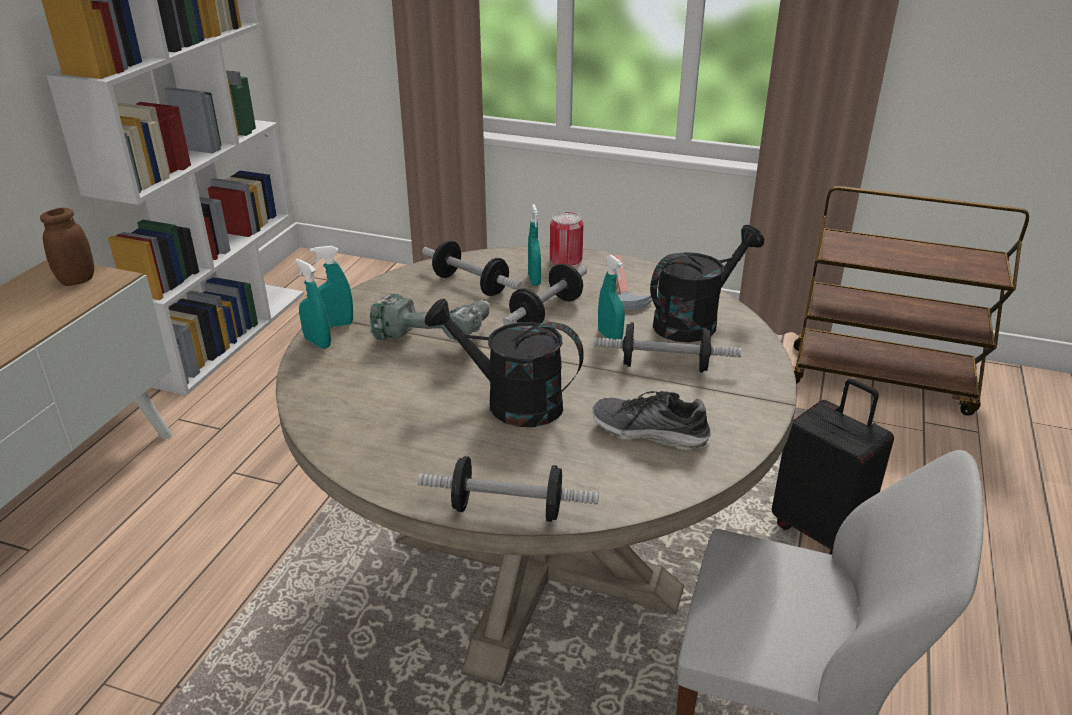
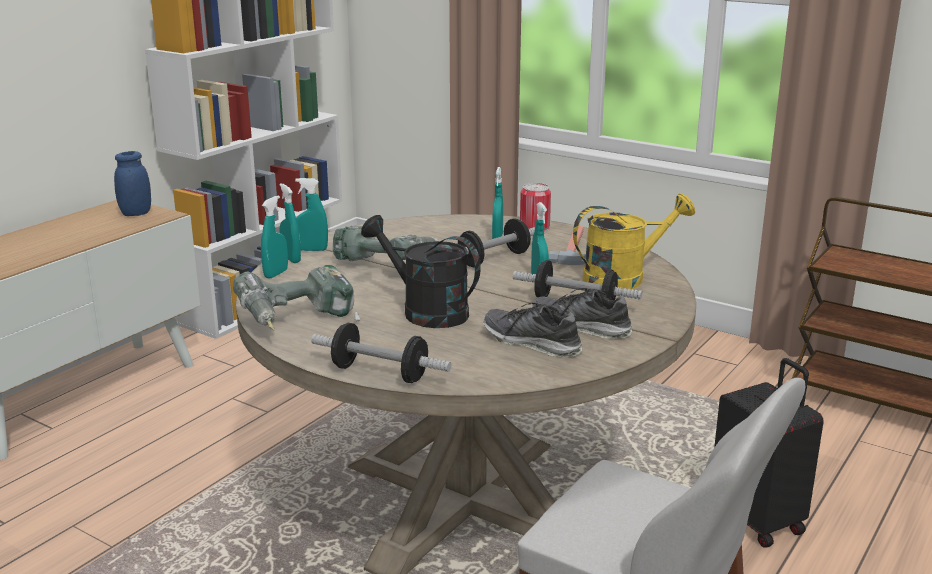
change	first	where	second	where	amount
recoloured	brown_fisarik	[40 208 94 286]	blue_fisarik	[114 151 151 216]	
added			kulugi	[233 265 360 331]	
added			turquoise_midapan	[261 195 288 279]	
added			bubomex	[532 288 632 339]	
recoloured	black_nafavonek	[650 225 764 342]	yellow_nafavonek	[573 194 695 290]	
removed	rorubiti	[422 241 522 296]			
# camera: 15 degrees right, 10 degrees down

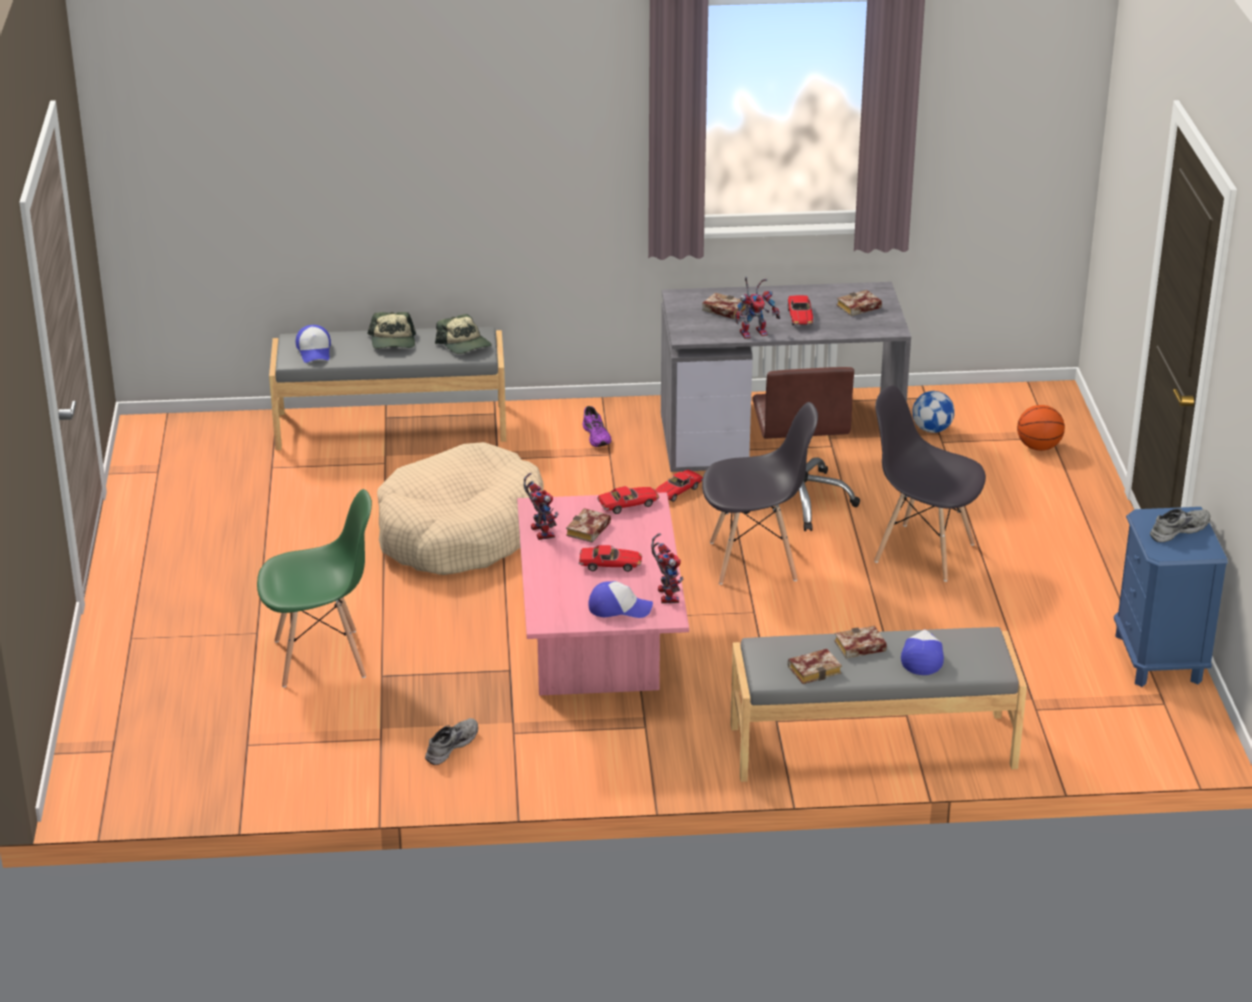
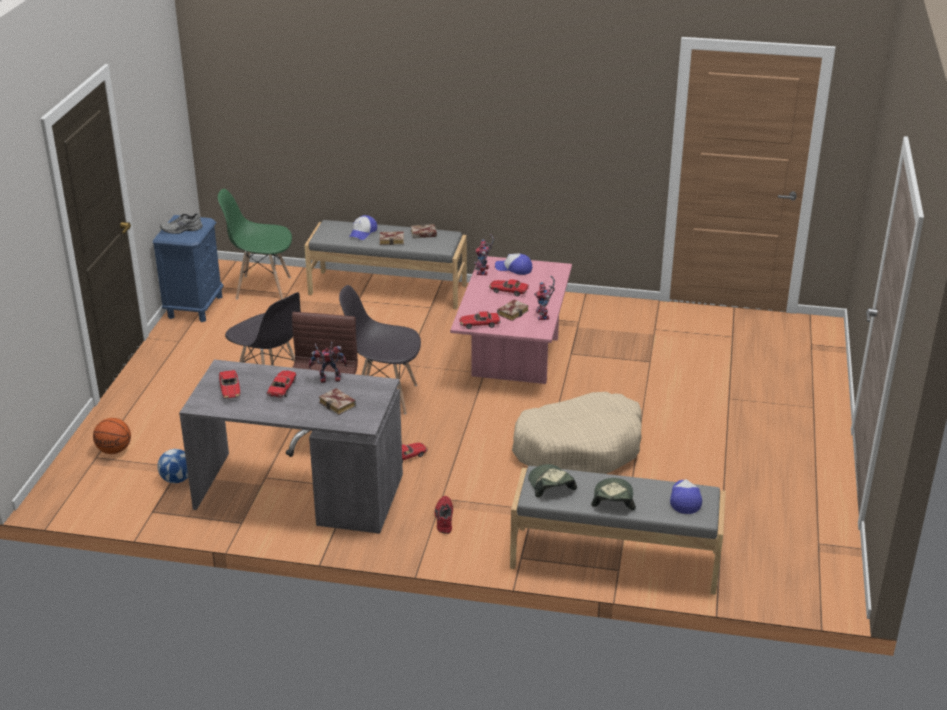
change	first	where	second	where	amount
moved	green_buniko	[257 489 372 687]		[218 189 292 300]	
replaced	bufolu	[837 290 882 316]	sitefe	[219 370 240 399]	
recoloured	purple_bubomex	[582 406 611 447]	red_bubomex	[434 496 453 534]	
removed	grey_bubomex	[425 718 478 765]			
# camera: 165 degrees left, 0 degrees up

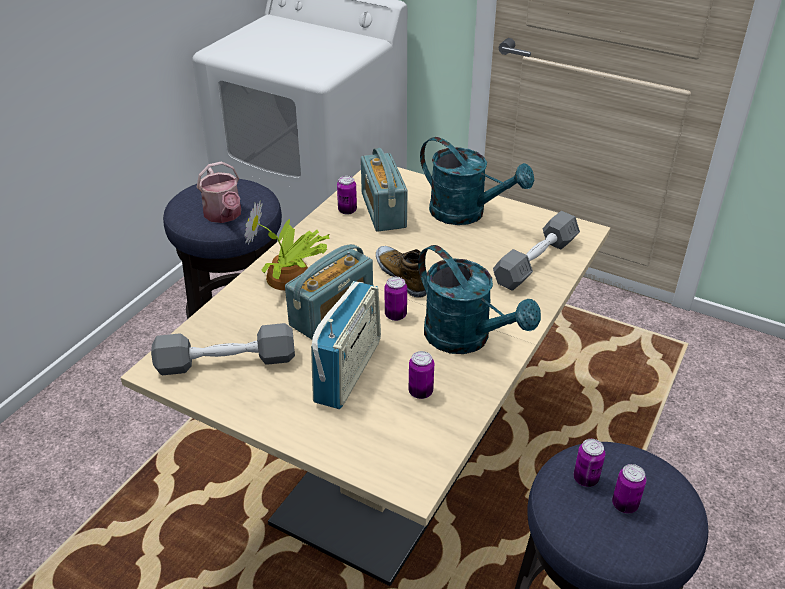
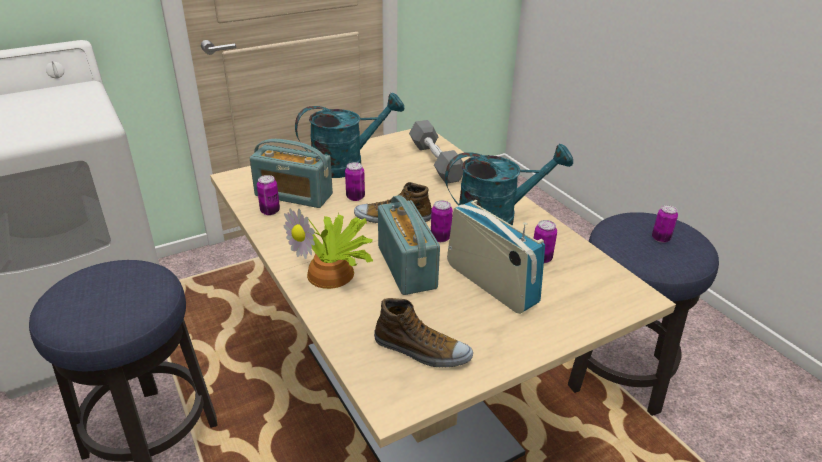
change	first	where	second	where	amount
moved	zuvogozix	[573 439 605 487]		[345 162 365 201]	
replaced	grey_rorubiti	[151 323 295 375]	bubomex	[374 298 473 367]	
removed	nafavonek	[197 161 241 223]			
# camera: 60 degrees left, 5 degrees down

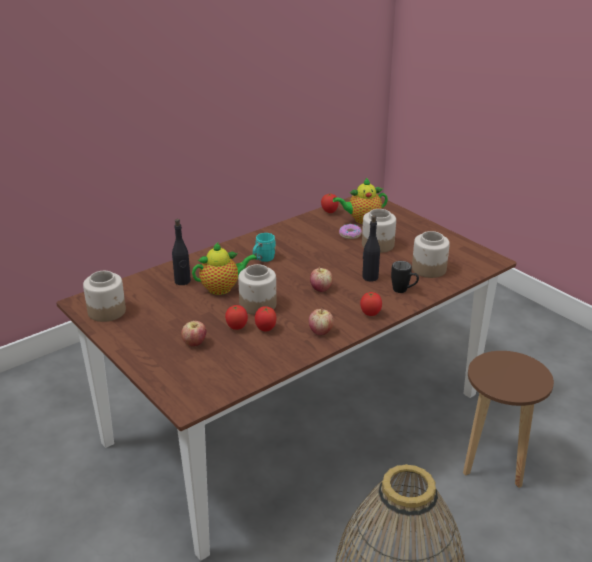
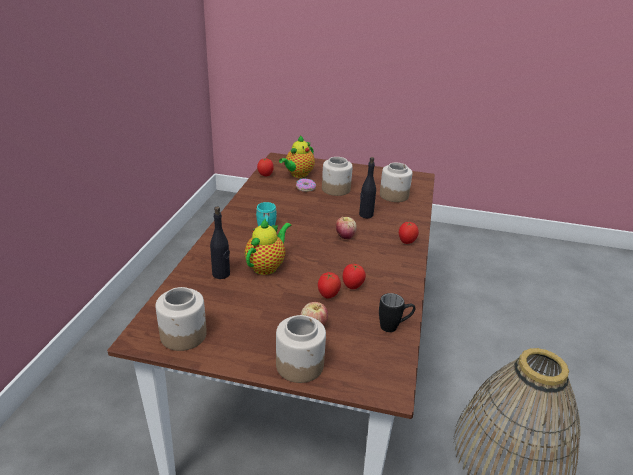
change	first	where	second	where	amount
moved	fisarik	[238 264 277 315]		[276 315 326 383]	
moved	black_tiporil	[391 261 419 293]		[379 293 415 332]	
removed	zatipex	[309 308 333 335]			
removed	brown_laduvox	[463 351 554 488]			
# camera: 40 degrees left, 0 degrees up

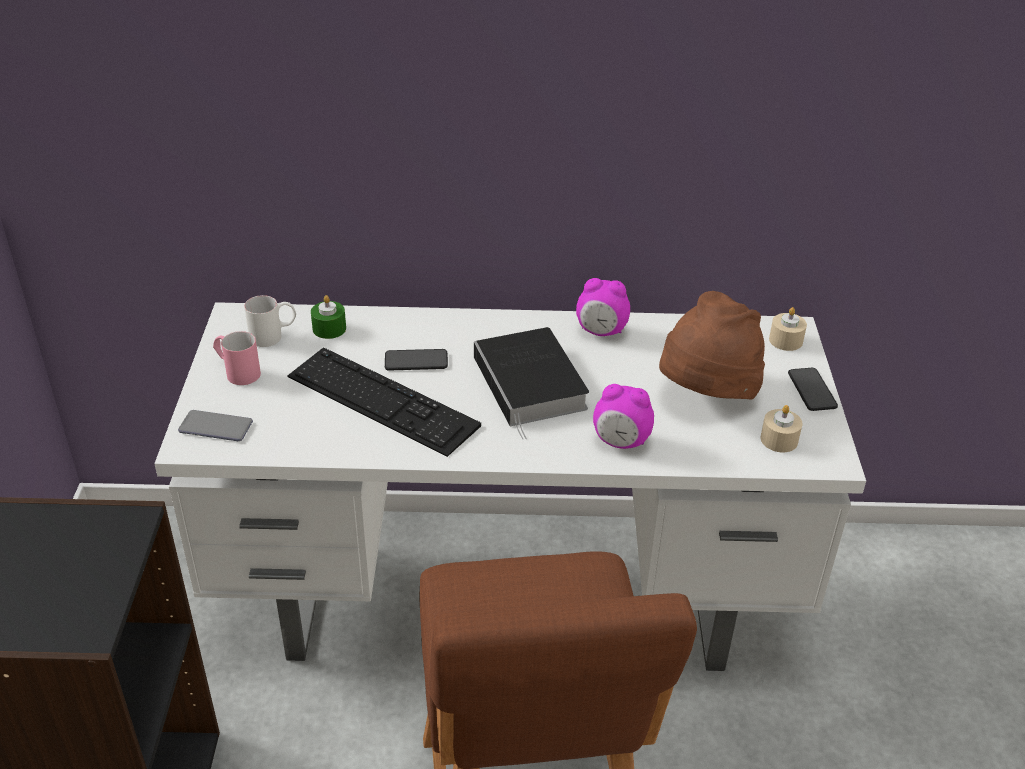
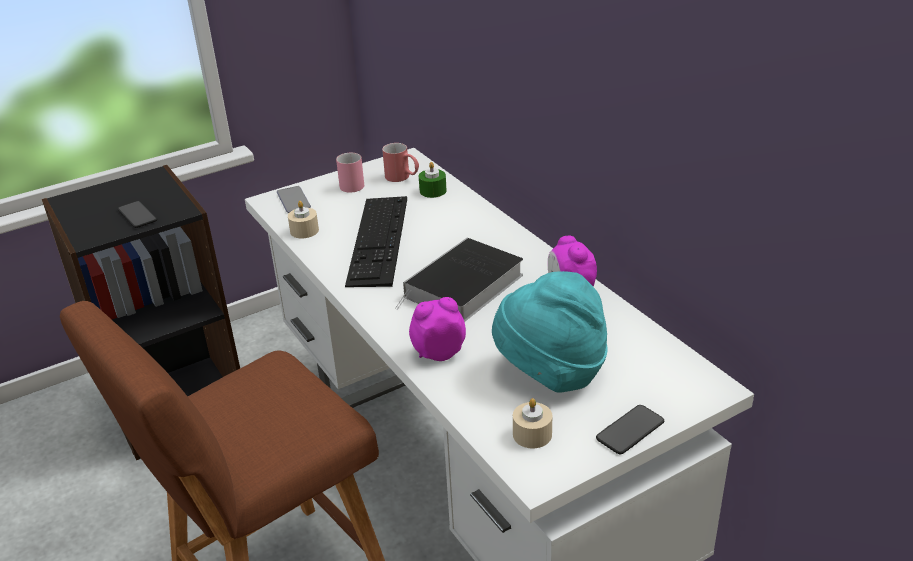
change	first	where	second	where	amount
moved	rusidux	[385 349 448 371]		[118 201 157 228]	
moved	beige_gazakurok	[769 307 807 351]		[288 201 319 238]	
recoloured	white_tiporil	[244 295 296 347]	red_tiporil	[382 143 419 182]	
turned	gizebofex	[593 384 654 449]		[409 297 466 361]	90 degrees clockwise
recoloured	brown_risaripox	[659 291 765 399]	turquoise_risaripox	[492 271 608 393]	
# camera: 60 degrees right, 5 degrees down

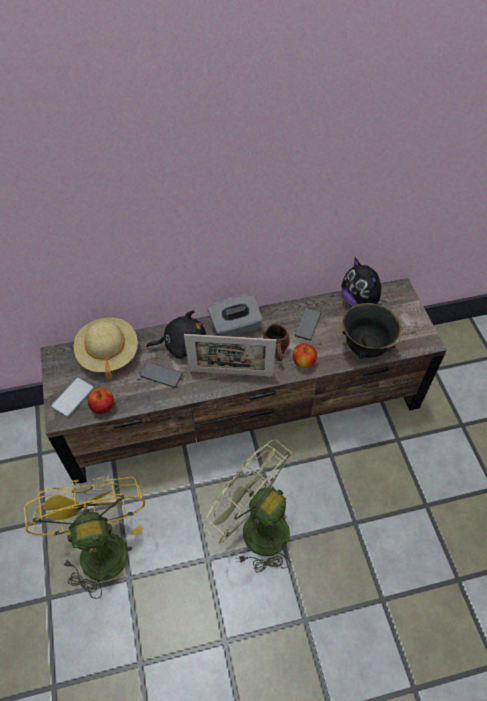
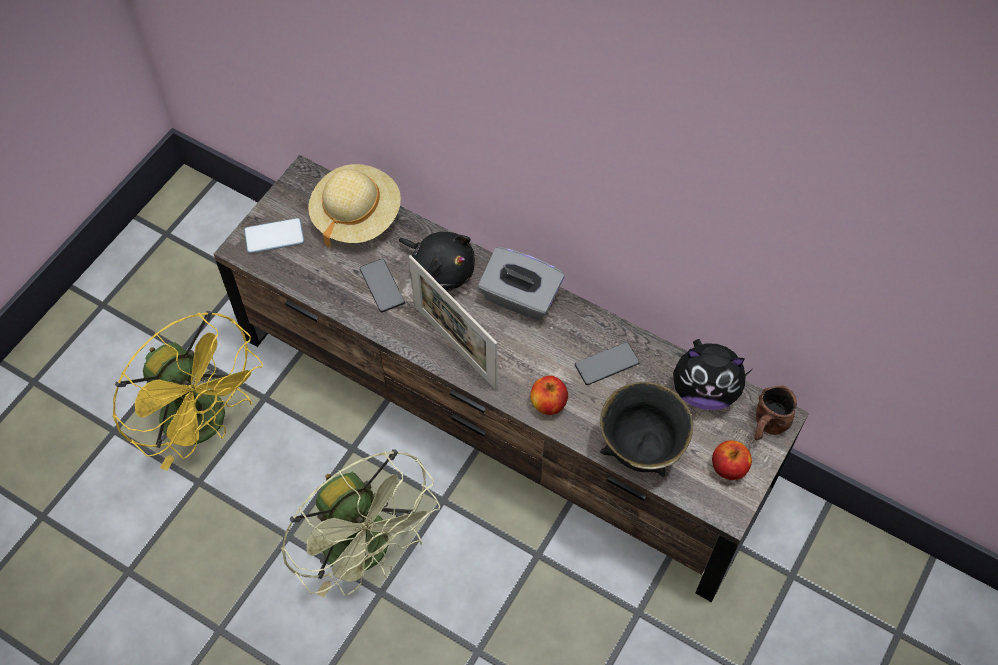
change	first	where	second	where	amount
turned	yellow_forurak	[24 475 145 599]		[112 311 263 470]	105 degrees clockwise
turned	green_forurak	[204 440 293 573]		[281 449 440 598]	150 degrees clockwise
turned	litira	[341 258 388 307]		[673 339 751 410]	90 degrees counterclockwise
moved	zatipex	[88 388 114 414]		[712 440 752 480]	
moved	brown_tiporil	[263 324 290 361]		[754 385 797 440]	
# camera: 45 degrees right, 5 degrees up

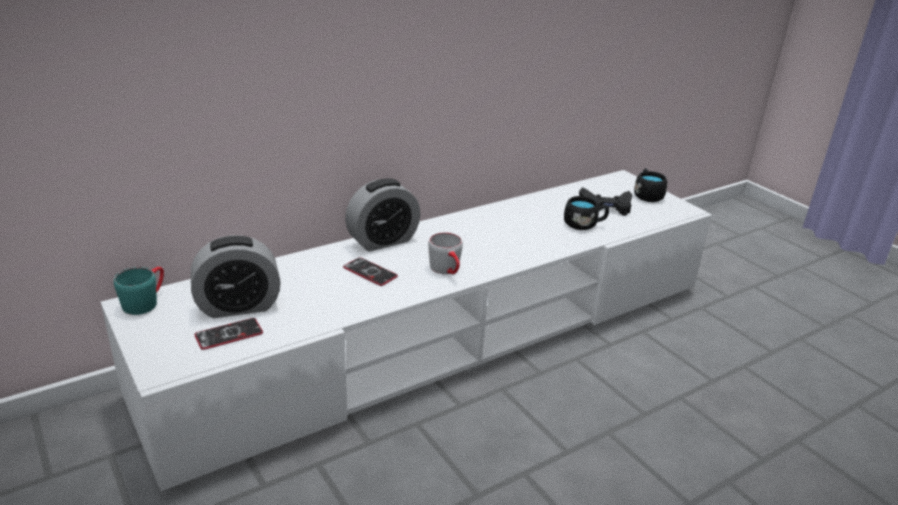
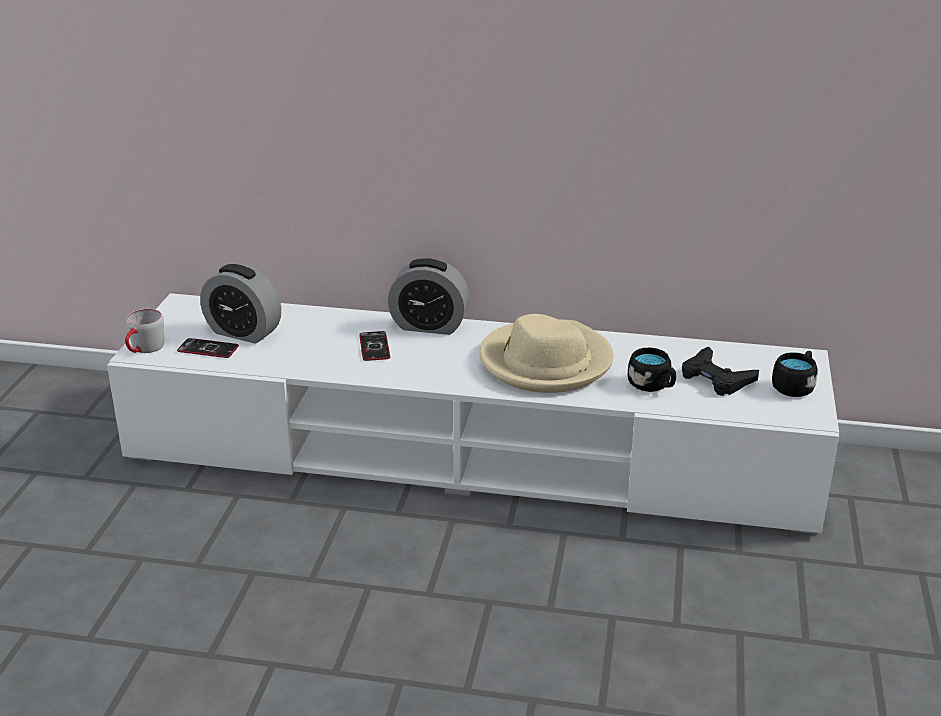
change	first	where	second	where	amount
moved	grey_tiporil	[428 232 463 274]		[125 309 164 353]	
added			beige_risaripox	[479 314 614 393]	
removed	turquoise_tiporil	[114 267 164 315]			
# camera: 45 degrees right, 0 degrees up

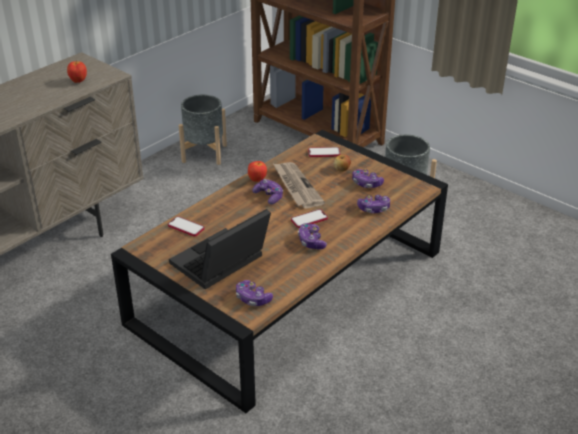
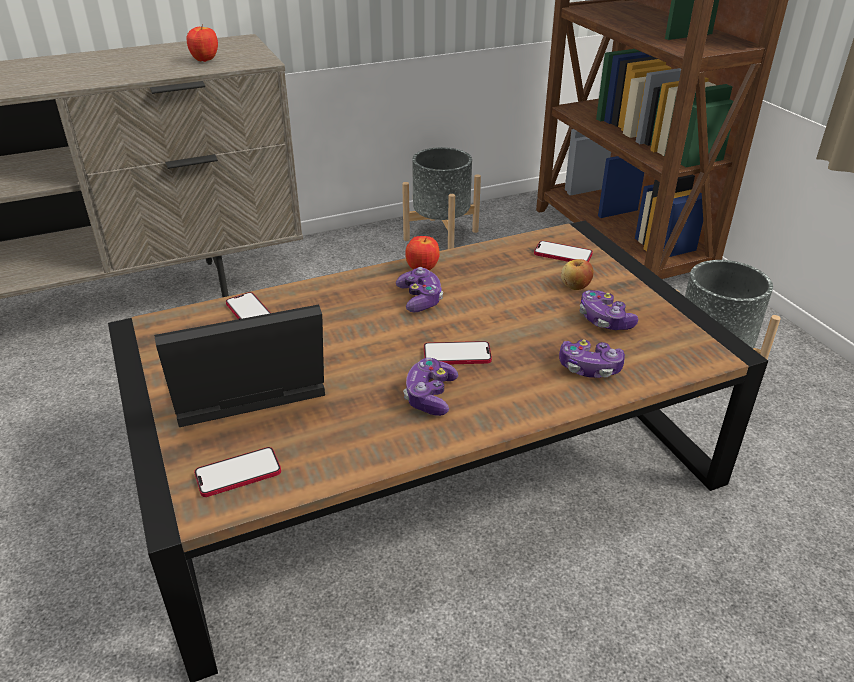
change	first	where	second	where	amount
replaced	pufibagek	[236 280 273 306]	rusidux	[194 447 281 497]	
removed	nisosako	[273 162 325 209]			
# camera: 25 degrees right, 0 degrees up

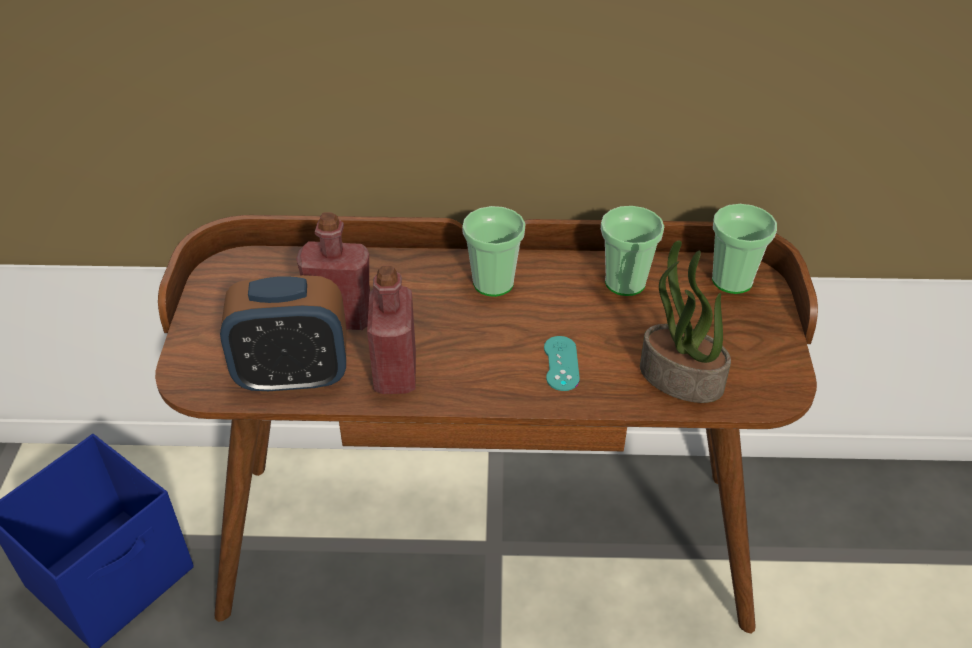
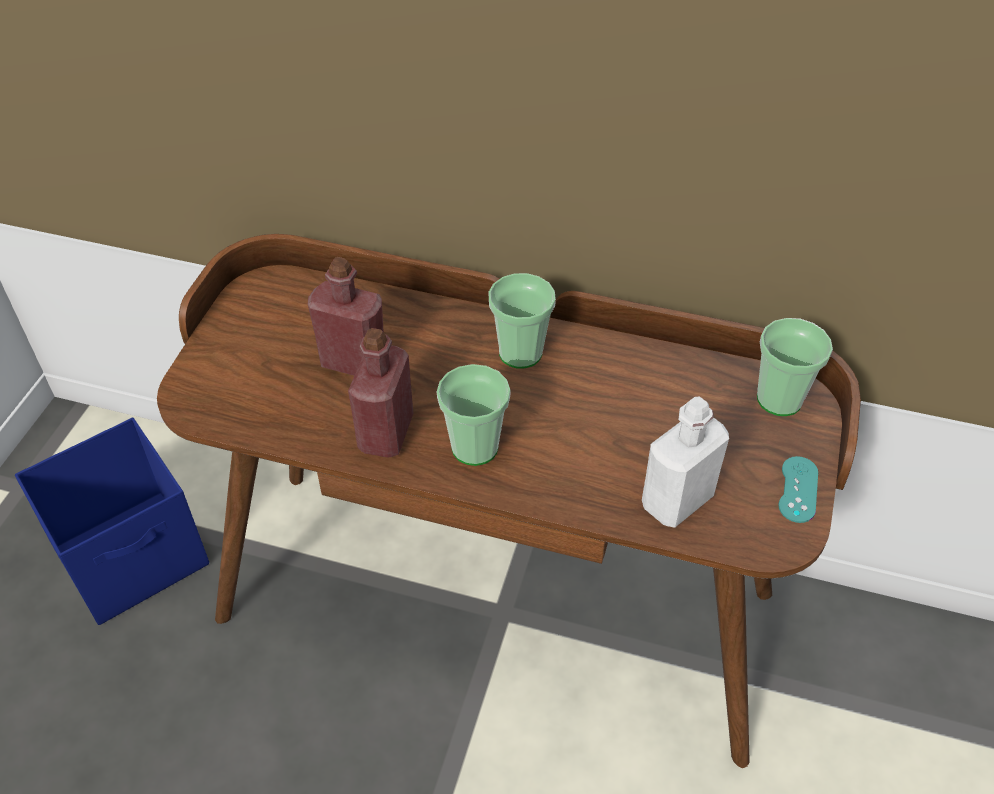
change	first	where	second	where	amount
moved	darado	[601 206 664 296]		[437 364 511 466]	
replaced	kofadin	[640 241 731 403]	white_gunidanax	[642 396 729 528]	
moved	turquoise_pufibagek	[544 336 580 391]		[778 456 818 523]	
removed	gizebofex	[220 275 346 394]			
# camera: 15 degrees right, 5 degrees up

